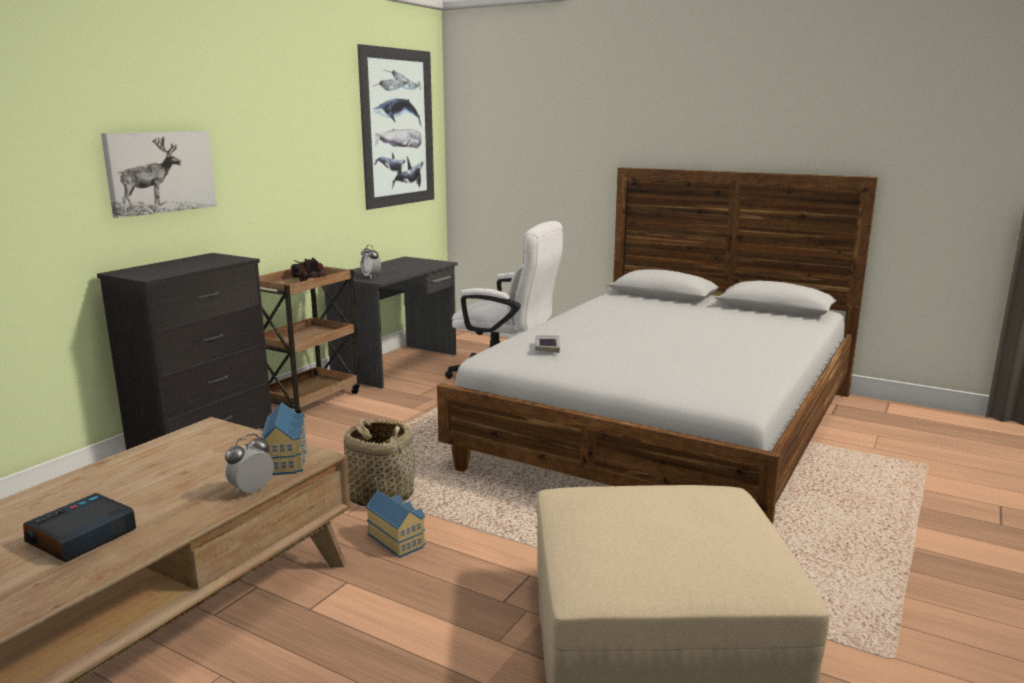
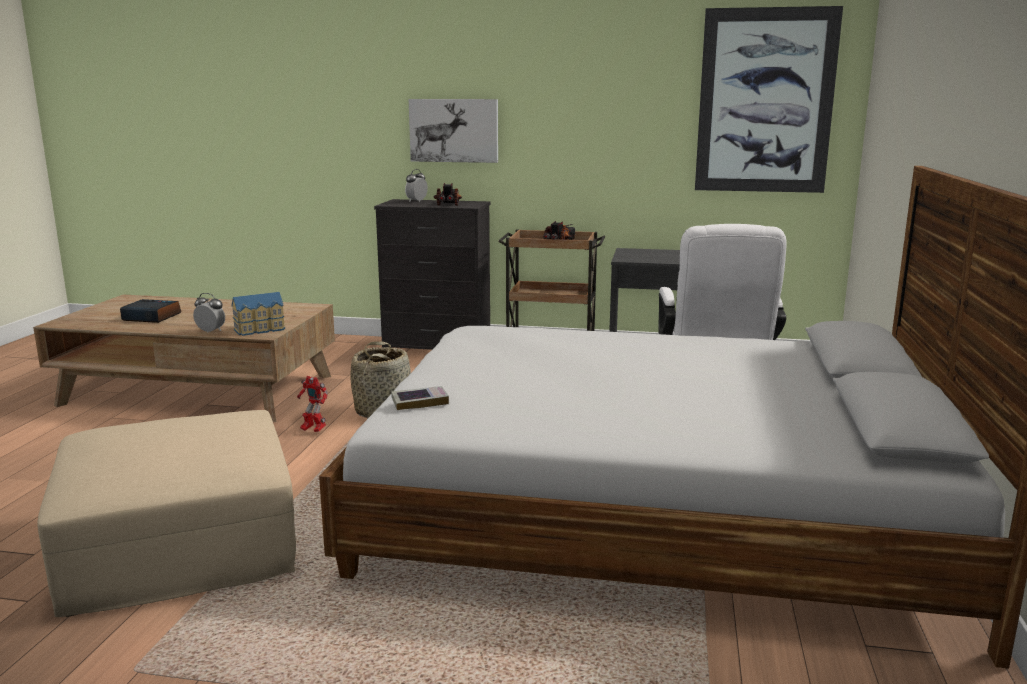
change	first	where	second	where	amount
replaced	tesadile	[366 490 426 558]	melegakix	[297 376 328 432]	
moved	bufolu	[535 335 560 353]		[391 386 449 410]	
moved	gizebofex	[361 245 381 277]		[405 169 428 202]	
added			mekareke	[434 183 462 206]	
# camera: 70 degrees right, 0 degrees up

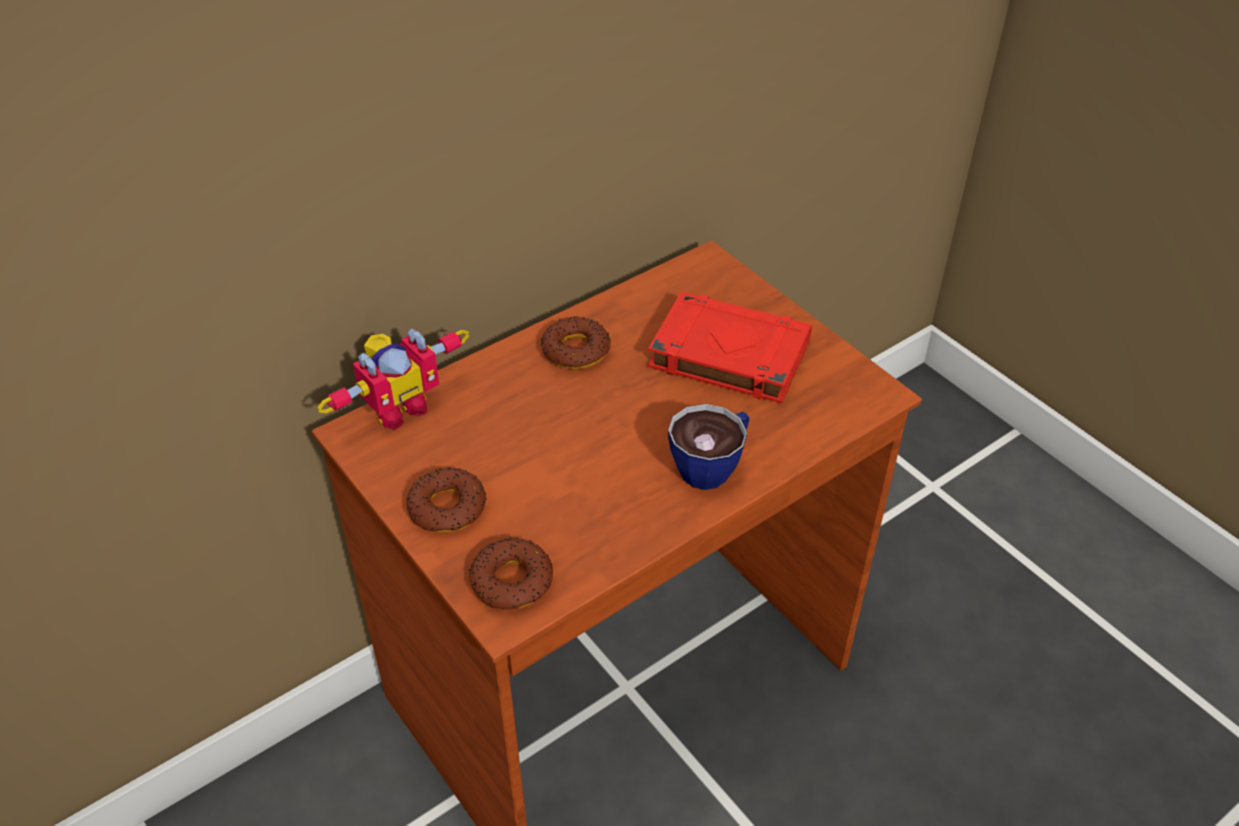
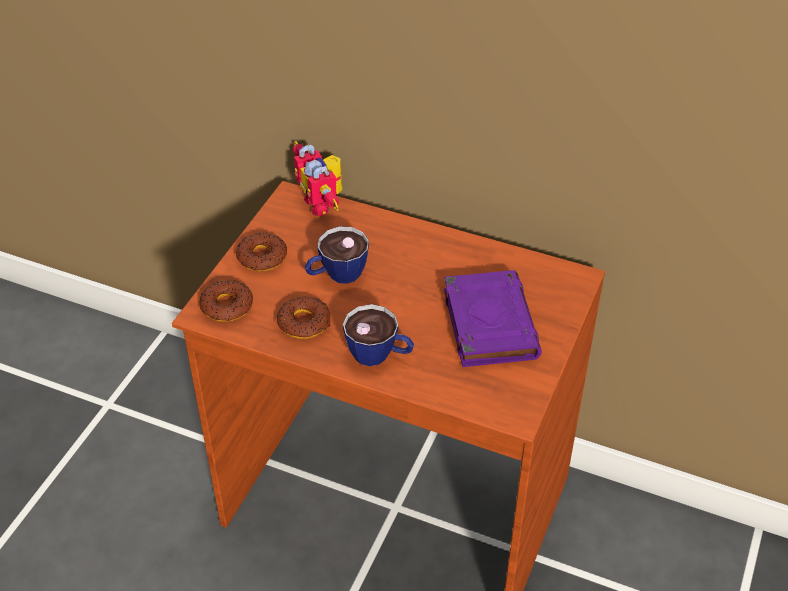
change	first	where	second	where	amount
moved	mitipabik	[541 316 611 369]		[277 296 330 339]	
turned	melegakix	[317 328 469 430]		[293 141 342 216]	45 degrees clockwise
added			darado	[305 226 369 284]	
recoloured	red_bufolu	[648 291 812 404]	purple_bufolu	[444 270 542 367]	
# camera: 60 degrees right, 0 degrees up

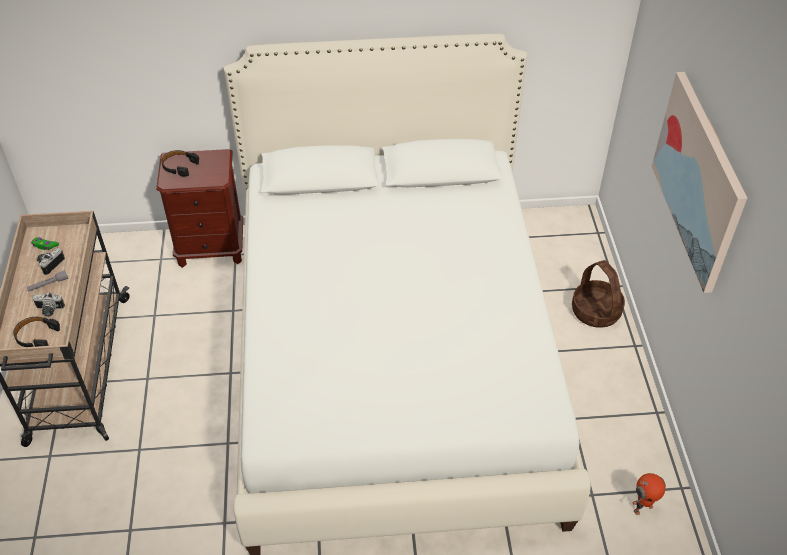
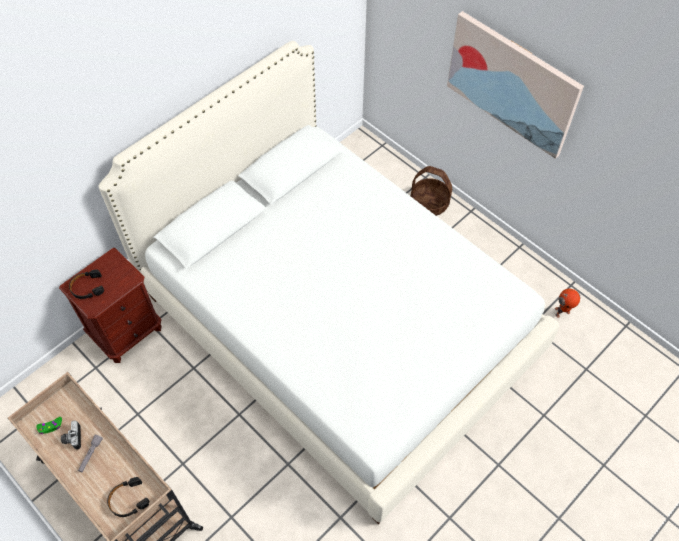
change	first	where	second	where	amount
turned	melegakix	[632 473 666 515]		[555 288 581 318]	45 degrees clockwise
removed	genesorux	[33 292 65 317]			
# camera: 40 degrees left, 10 degrees up

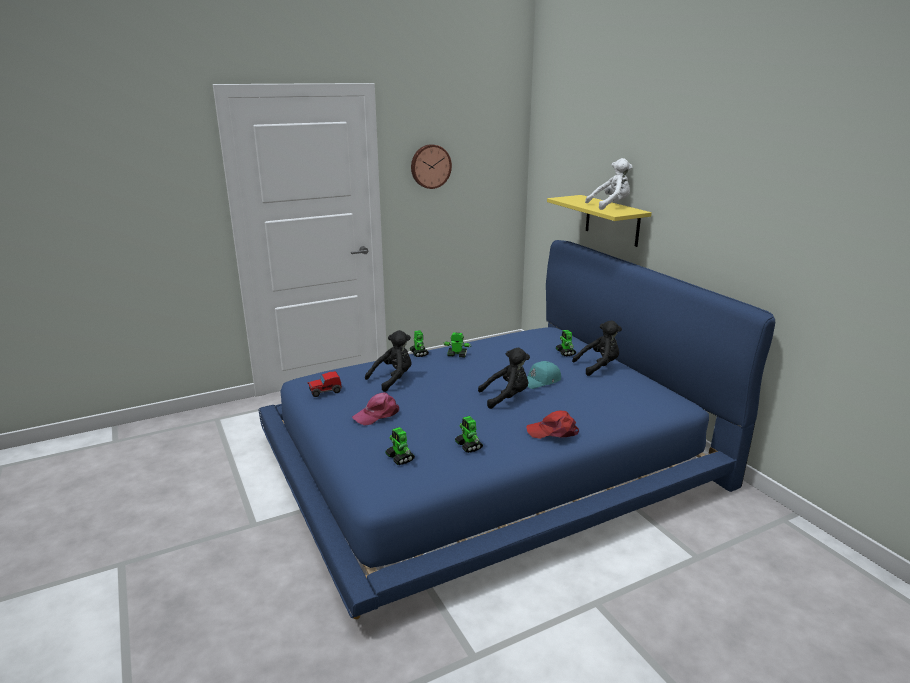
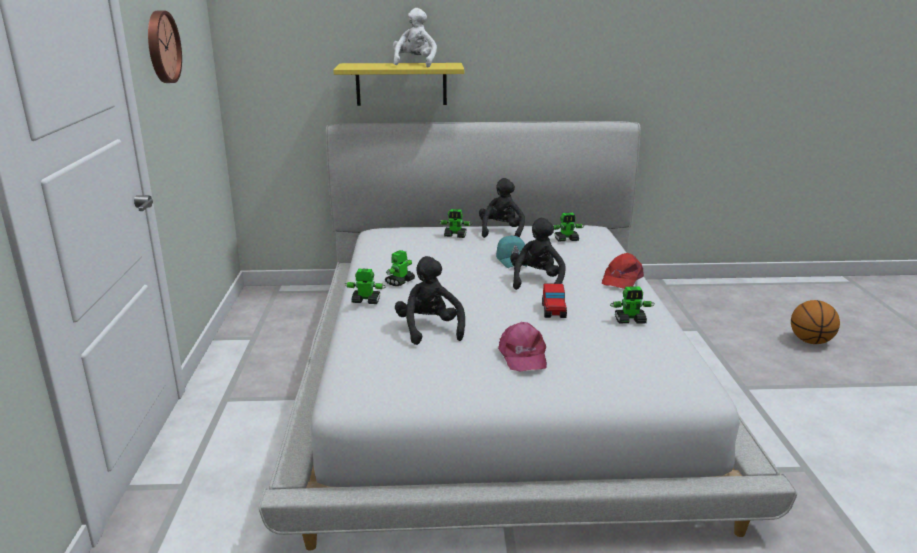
change	first	where	second	where	amount
recoloured	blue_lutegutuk	[258 240 775 619]	white_lutegutuk	[259 121 797 551]	
moved	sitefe	[308 371 342 397]		[542 283 567 318]	
moved	melegakix	[385 427 415 465]		[553 213 584 242]	
added			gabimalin	[791 300 840 344]	
# camera: 65 degrees left, 0 degrees up

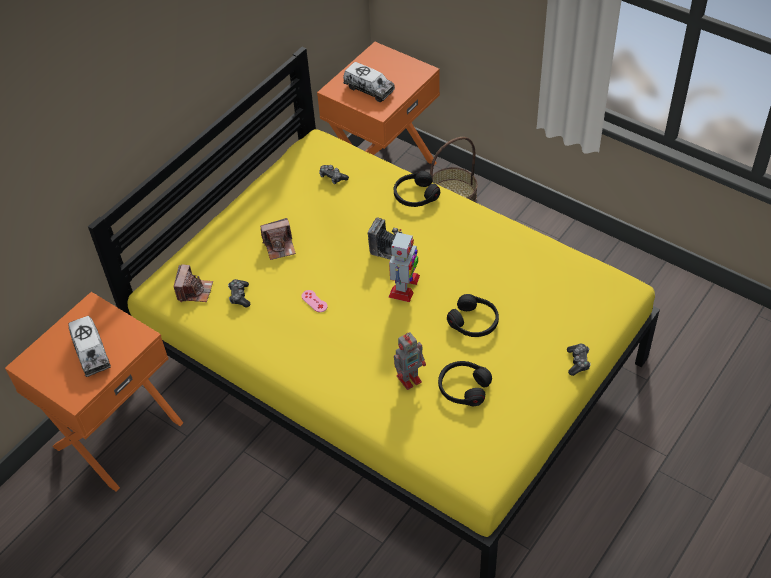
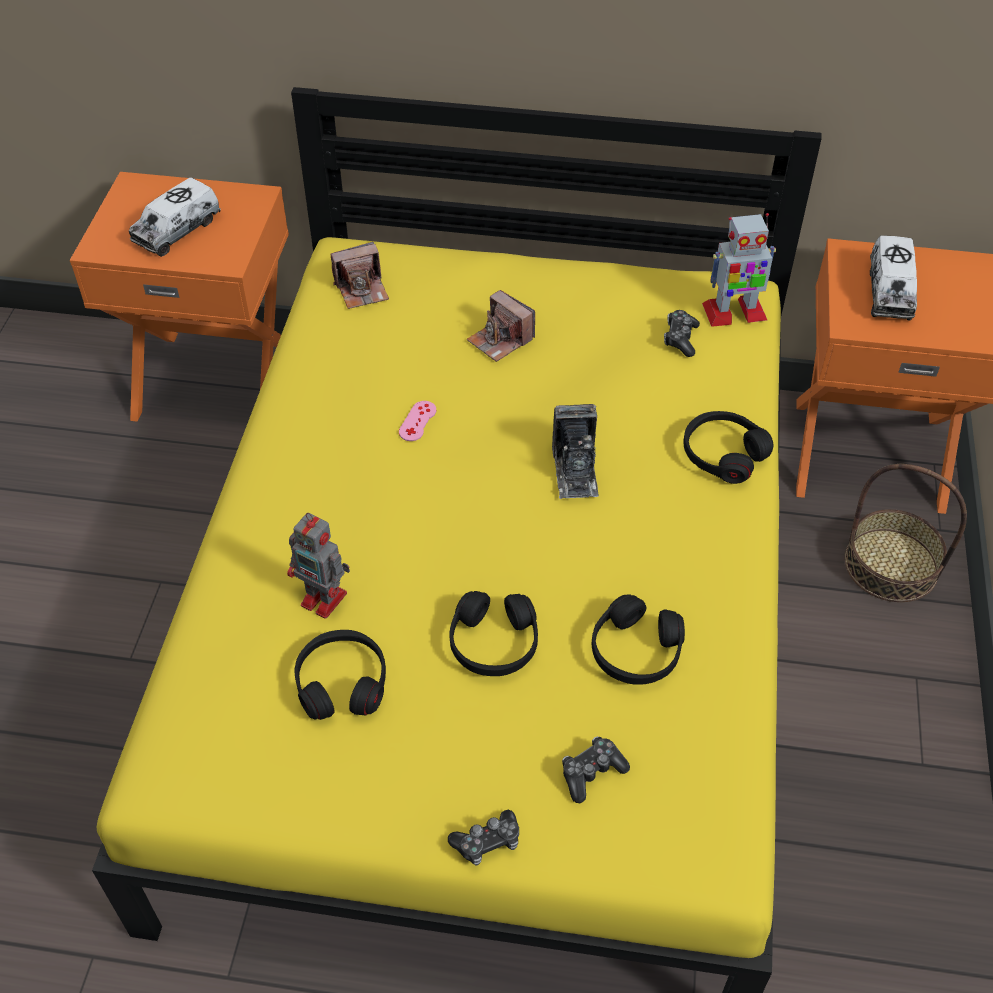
change	first	where	second	where	amount
moved	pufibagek	[228 279 250 307]		[562 736 630 803]	
added			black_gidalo	[592 594 685 685]	
moved	melegakix	[388 229 420 302]		[702 213 776 327]	
# camera: 60 degrees right, 0 degrees up

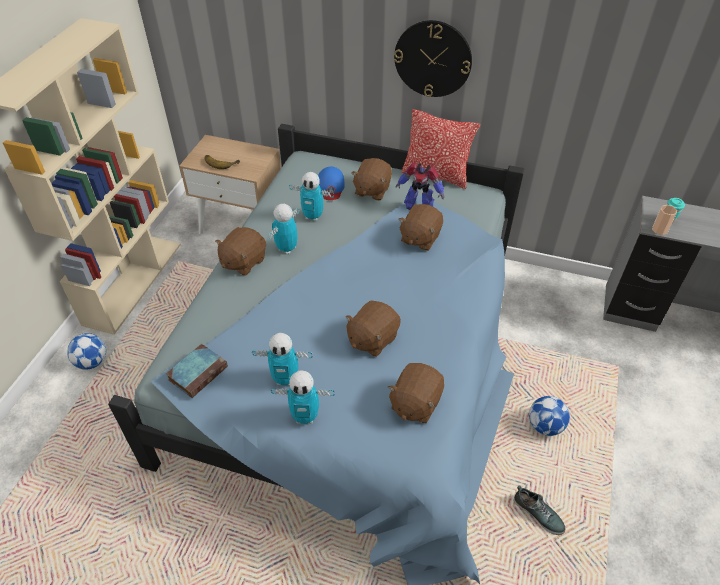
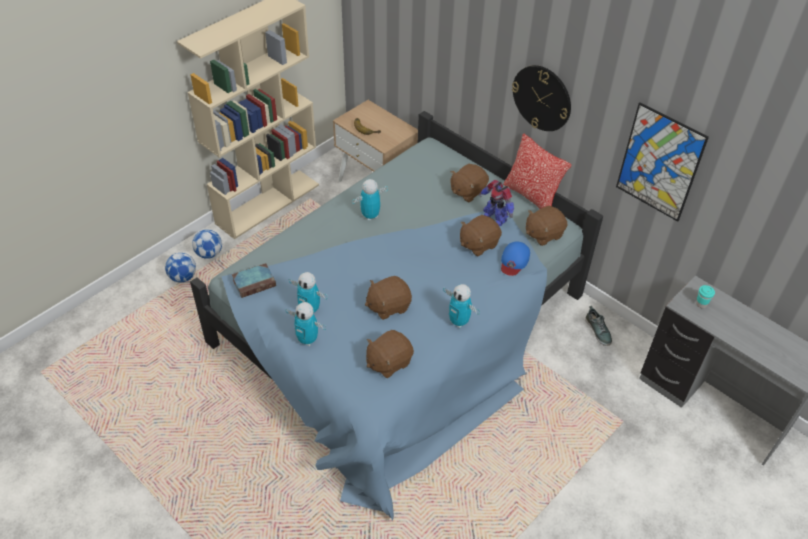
change	first	where	second	where	amount
moved	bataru	[529 396 570 436]		[165 253 196 283]	
moved	melegakix	[289 172 334 221]		[443 284 480 328]	
moved	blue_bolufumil	[318 167 345 200]		[501 242 530 276]	
moved	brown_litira	[215 227 266 276]		[526 206 567 246]	
moved	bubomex	[514 485 565 535]		[585 306 612 346]	
added			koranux	[616 102 709 222]	
removed	darado	[652 205 677 235]			
# camera: 25 degrees right, 0 degrees up

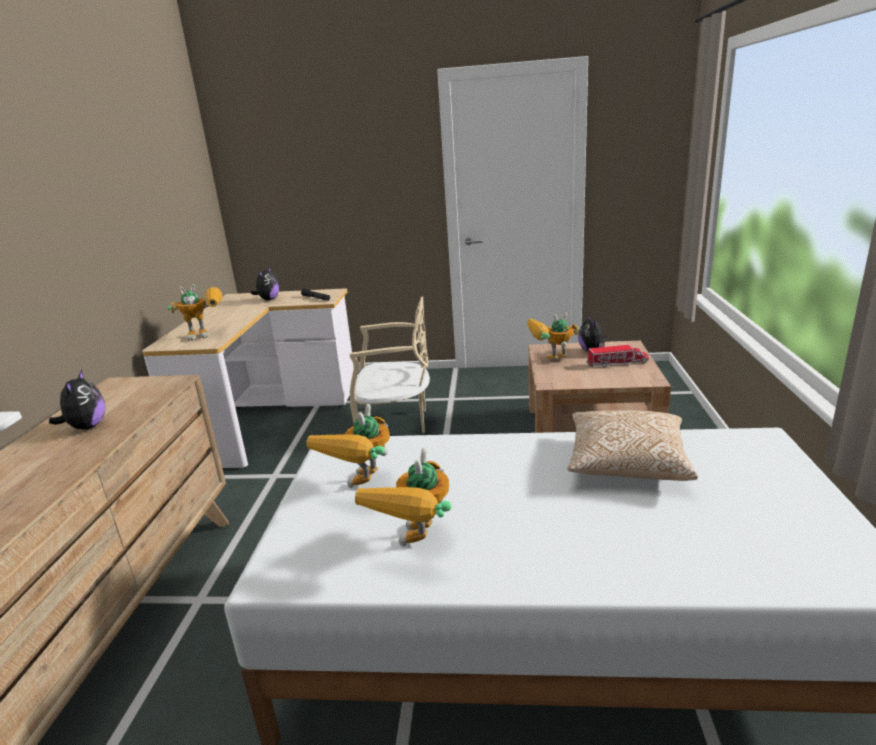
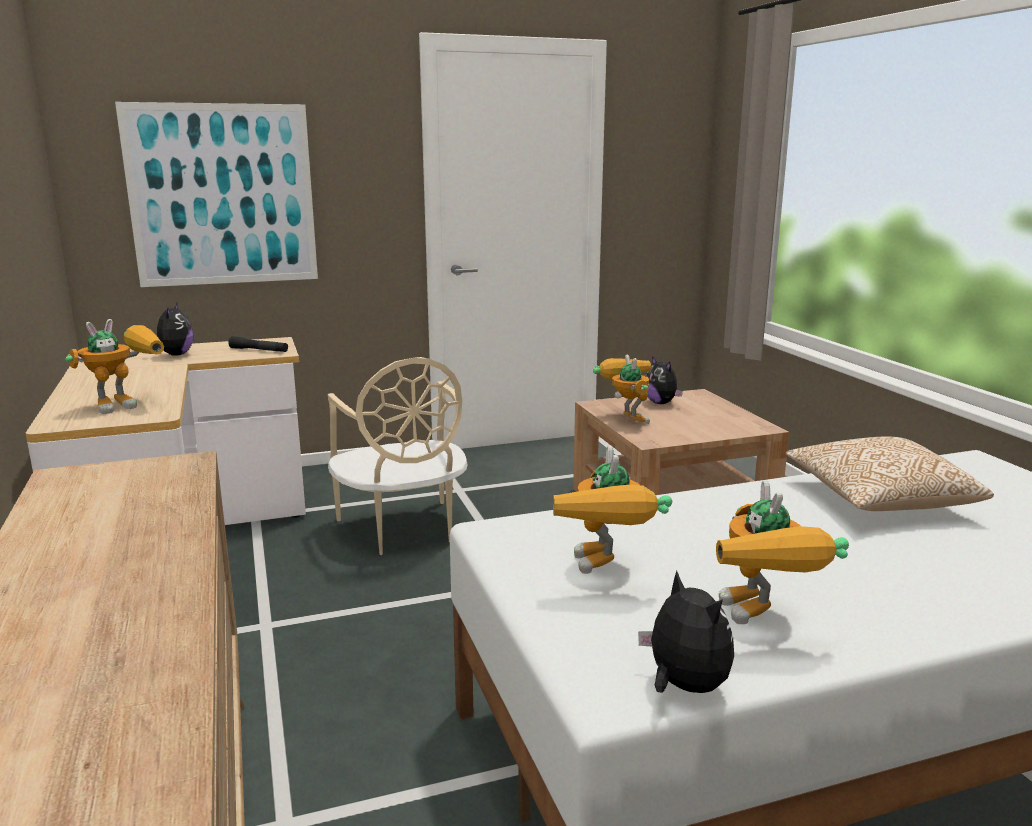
change	first	where	second	where	amount
added			koranux	[115 102 318 287]	
turned	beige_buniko	[350 297 430 433]		[328 357 468 555]	90 degrees clockwise
turned	melegakix	[527 312 580 359]		[593 354 651 424]	105 degrees clockwise
moved	litira	[49 370 106 430]		[638 571 734 693]	
removed	mekareke	[586 345 649 367]			
# camera: 25 degrees left, 5 degrees down

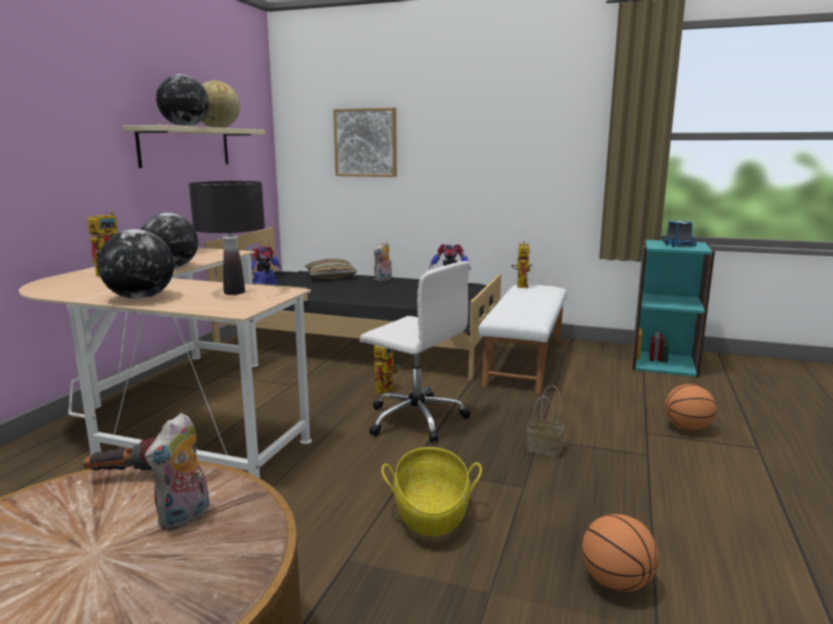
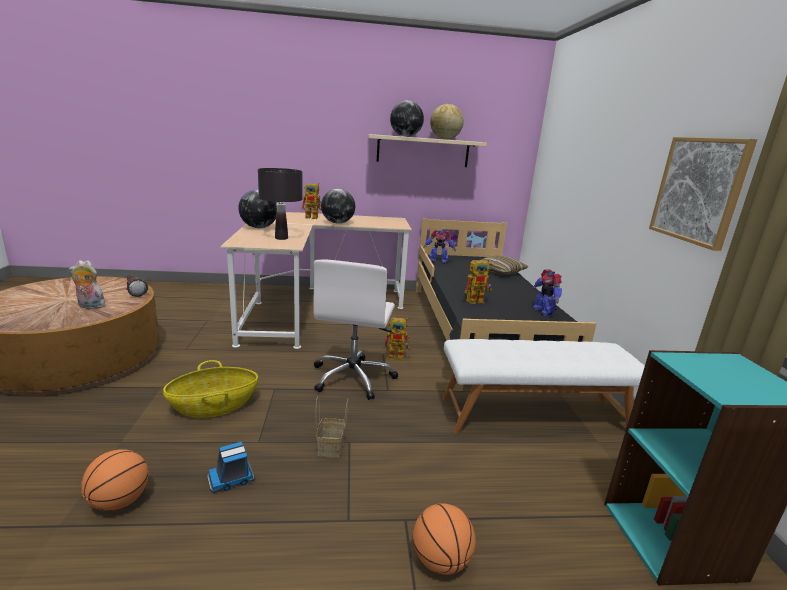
change	first	where	second	where	amount
moved	mekareke	[663 221 697 247]		[207 442 254 493]	
moved	melegakix	[511 241 532 288]		[465 259 492 304]	
moved	koranux	[333 108 397 177]		[649 137 757 251]	
removed	litira	[374 240 392 282]			
# camera: 65 degrees right, 5 degrees up

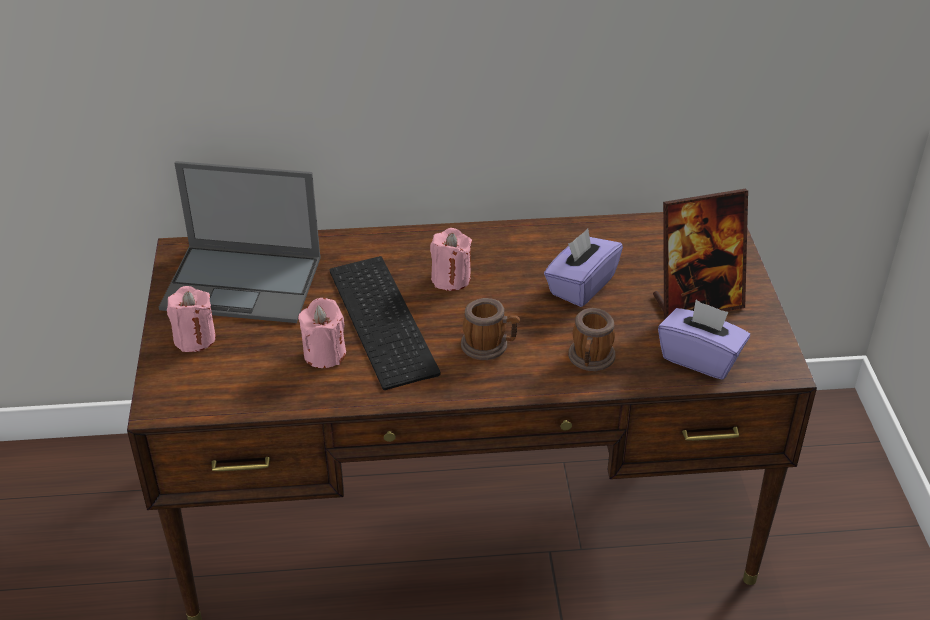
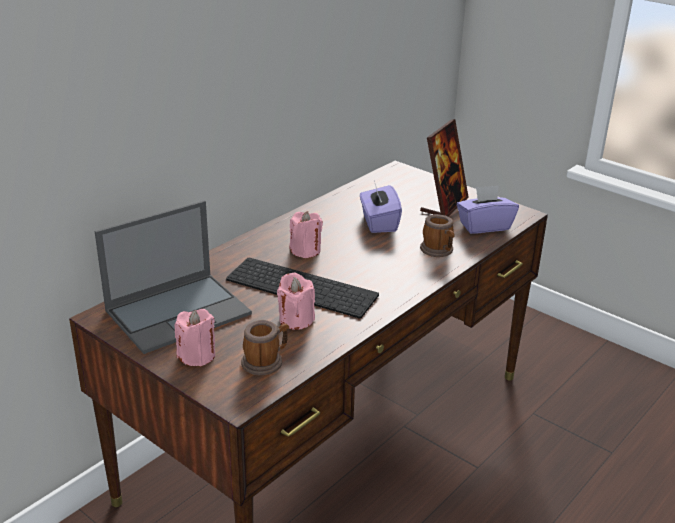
change	first	where	second	where	amount
moved	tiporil	[461 298 520 360]		[241 320 289 375]	
# camera: 45 degrees left, 10 degrees down

